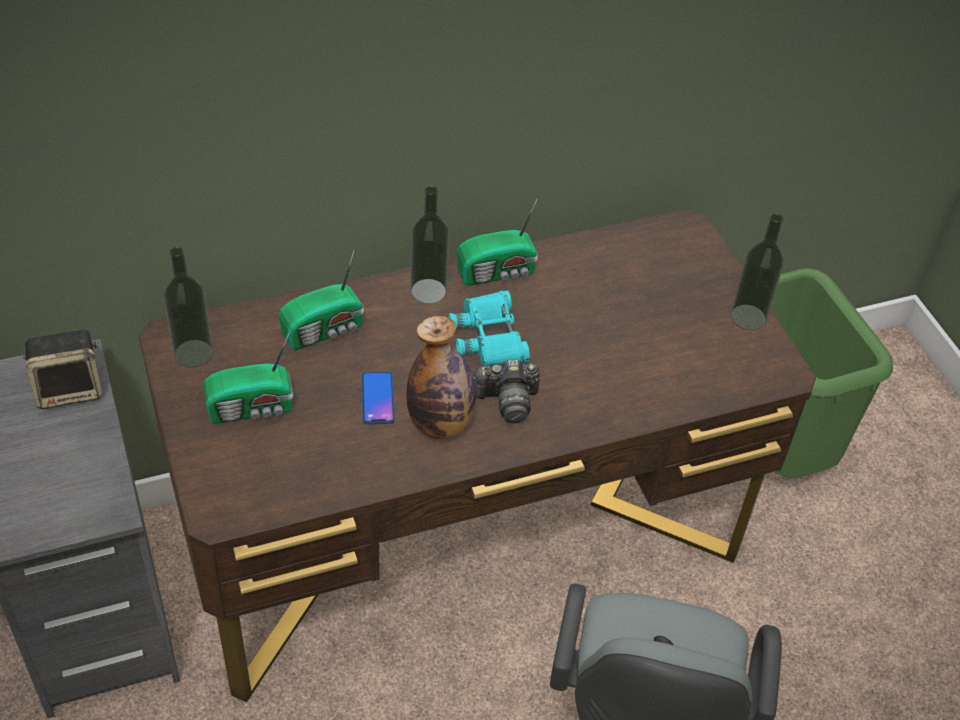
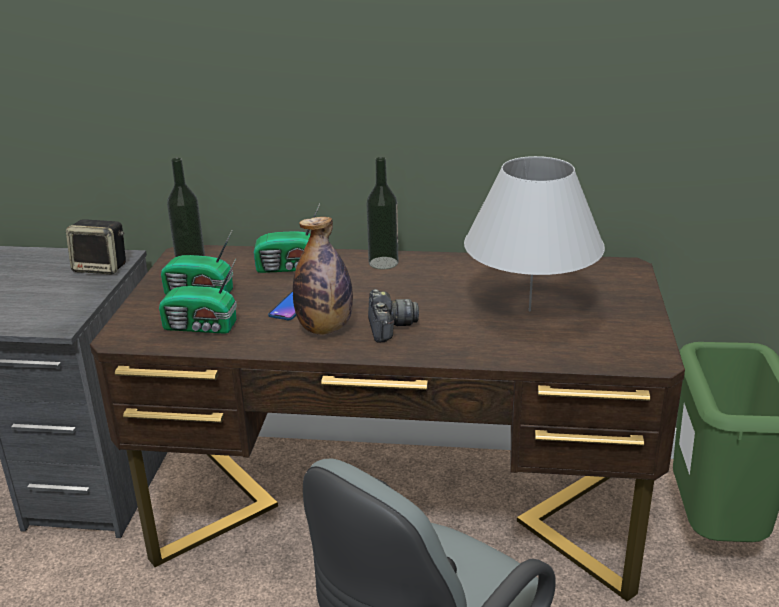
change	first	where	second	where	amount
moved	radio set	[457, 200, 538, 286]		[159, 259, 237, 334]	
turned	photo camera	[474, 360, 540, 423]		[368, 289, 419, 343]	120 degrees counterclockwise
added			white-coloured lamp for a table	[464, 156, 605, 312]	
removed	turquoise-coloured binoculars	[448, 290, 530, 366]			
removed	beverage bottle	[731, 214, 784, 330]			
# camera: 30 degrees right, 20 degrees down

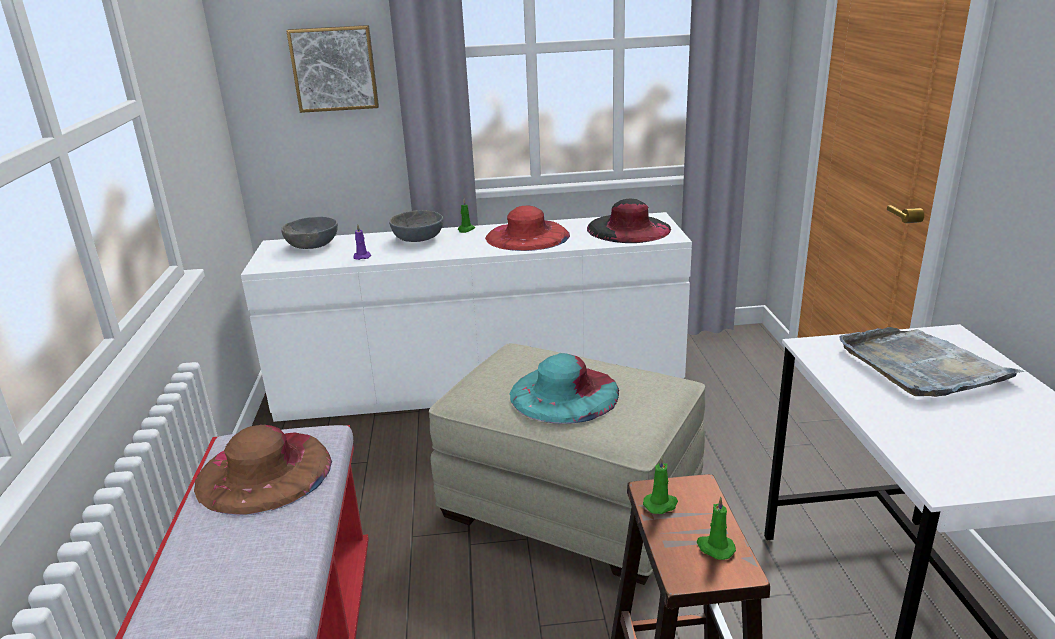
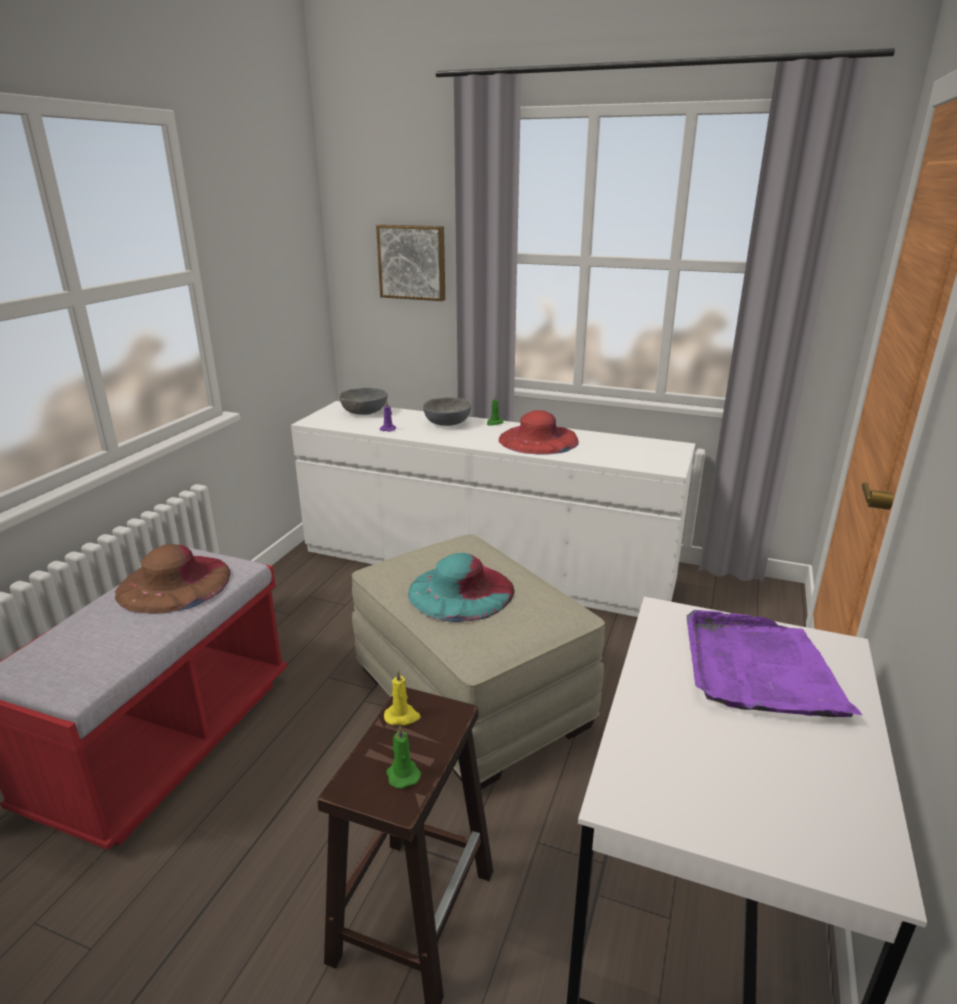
change	first	where	second	where	amount
recoloured	green candle	[643, 456, 678, 514]	yellow candle	[384, 669, 421, 725]	
recoloured	gray serving tray	[840, 327, 1026, 397]	purplish serving tray	[687, 610, 862, 717]	
removed	black-coloured hat	[587, 199, 671, 243]			
# camera: 25 degrees right, 0 degrees up

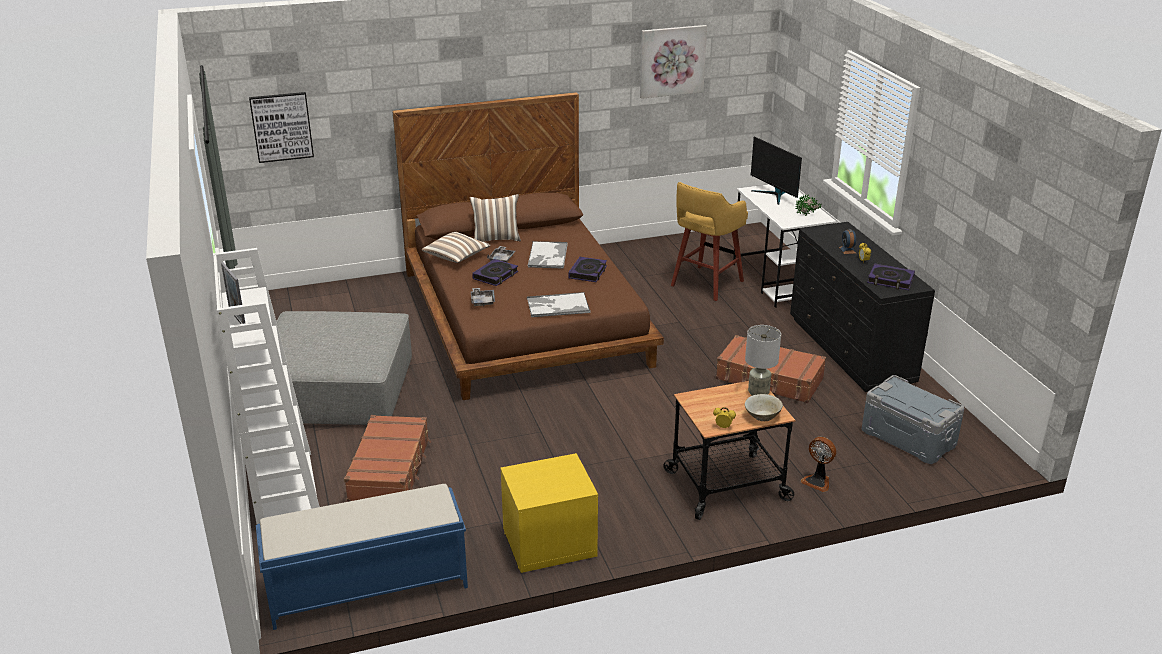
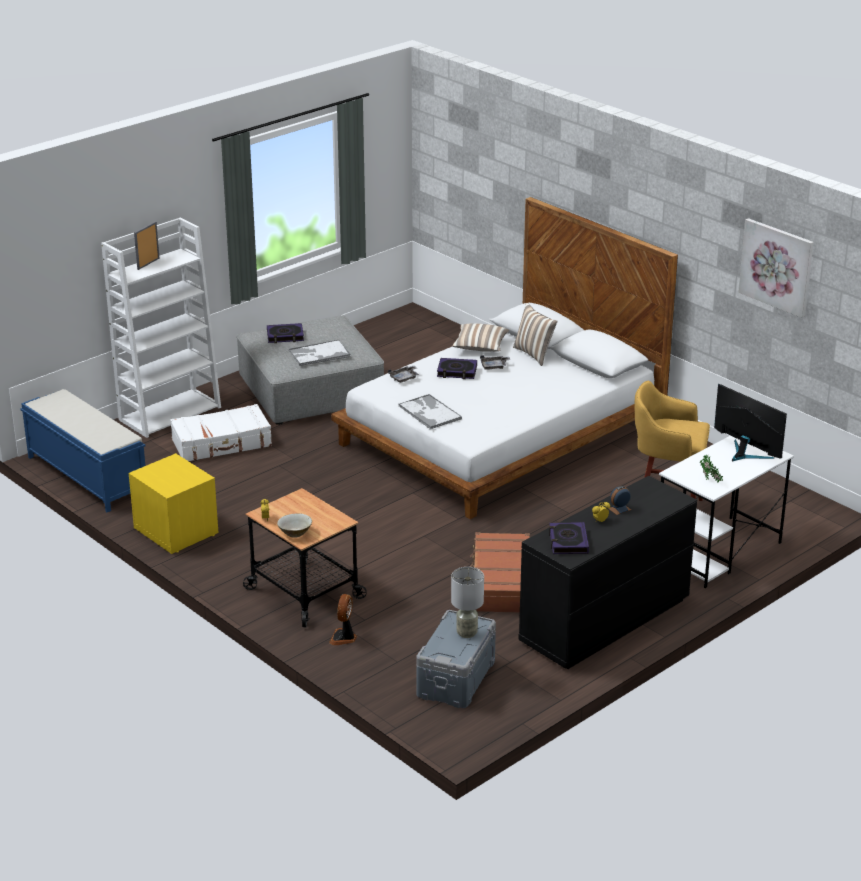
change	first	where	second	where	amount
recoloured	brownish suitcase	[344, 415, 431, 502]	white-coloured suitcase	[170, 404, 272, 461]	
moved	book	[568, 257, 607, 282]		[267, 323, 304, 343]	
moved	serving tray	[528, 241, 568, 269]		[289, 340, 351, 366]	
recoloured	brownish bed	[392, 92, 664, 400]	white-coloured bed	[331, 197, 678, 519]	
moved	gray lamp for a table	[745, 325, 781, 396]		[451, 567, 484, 638]	
turned	computer display	[750, 137, 802, 205]		[714, 384, 787, 461]	105 degrees clockwise
removed	wall picture	[249, 92, 314, 163]			
# camera: 65 degrees right, 0 degrees up

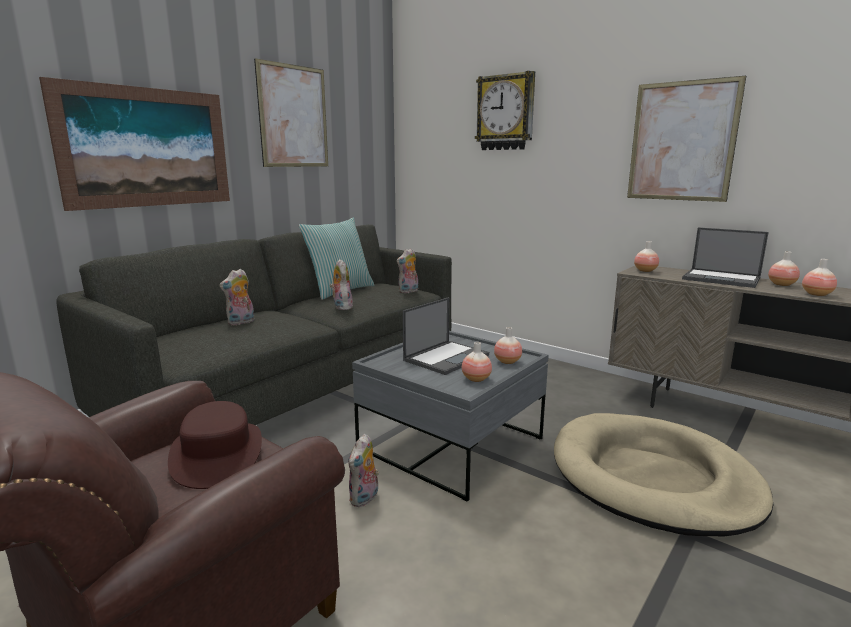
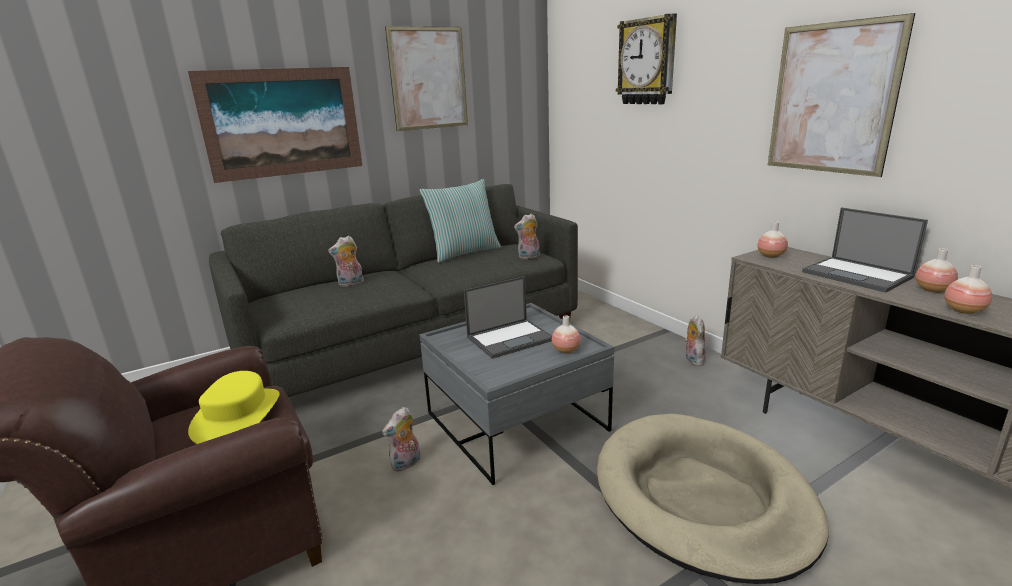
change	first	where	second	where	amount
recoloured	brownish hat	[168, 401, 262, 489]	yellow hat	[188, 371, 279, 444]	
moved	cuddly toy	[330, 259, 353, 310]		[684, 315, 706, 366]	
removed	vase	[462, 342, 492, 382]			
# camera: 20 degrees right, 5 degrees up

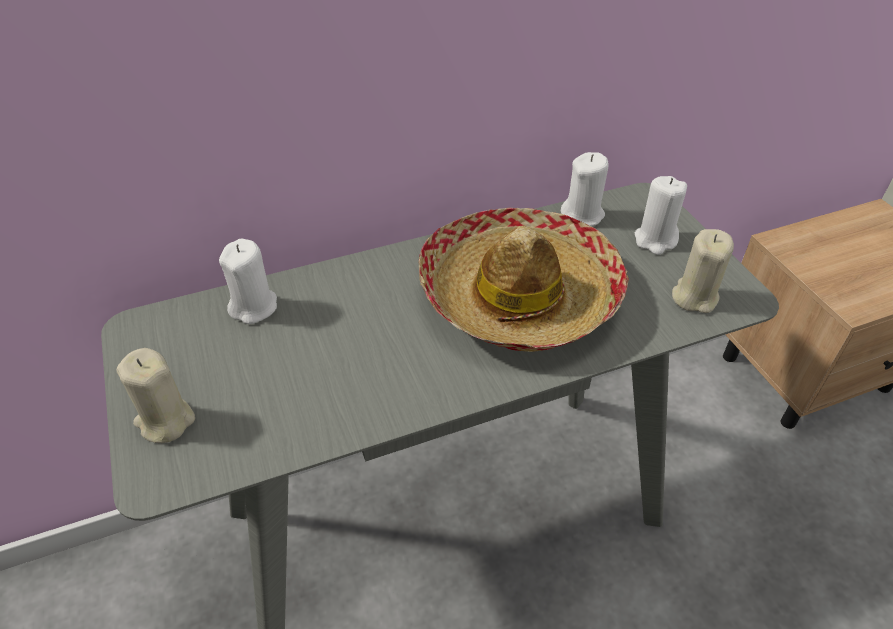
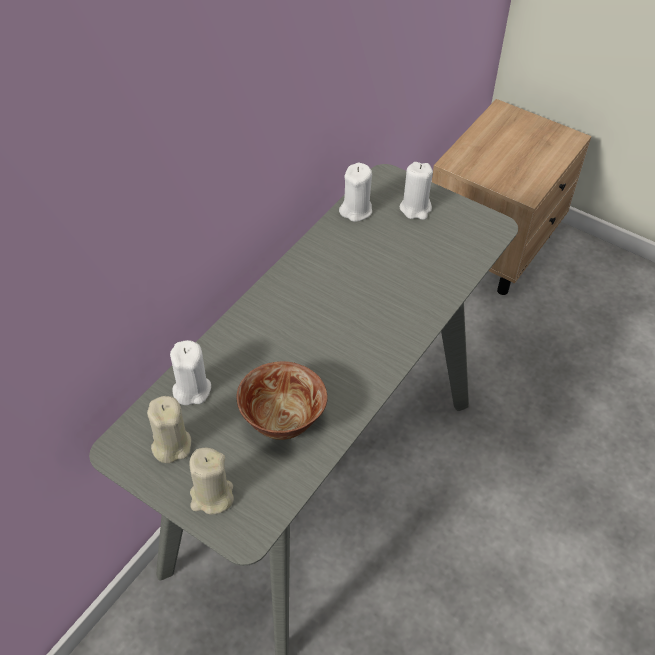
change	first	where	second	where	amount
moved	sand-coloured candle	[672, 229, 734, 313]		[147, 396, 191, 463]	
added			serving bowl	[237, 361, 328, 440]	
removed	hat	[419, 208, 629, 352]			
# camera: 35 degrees left, 5 degrees up

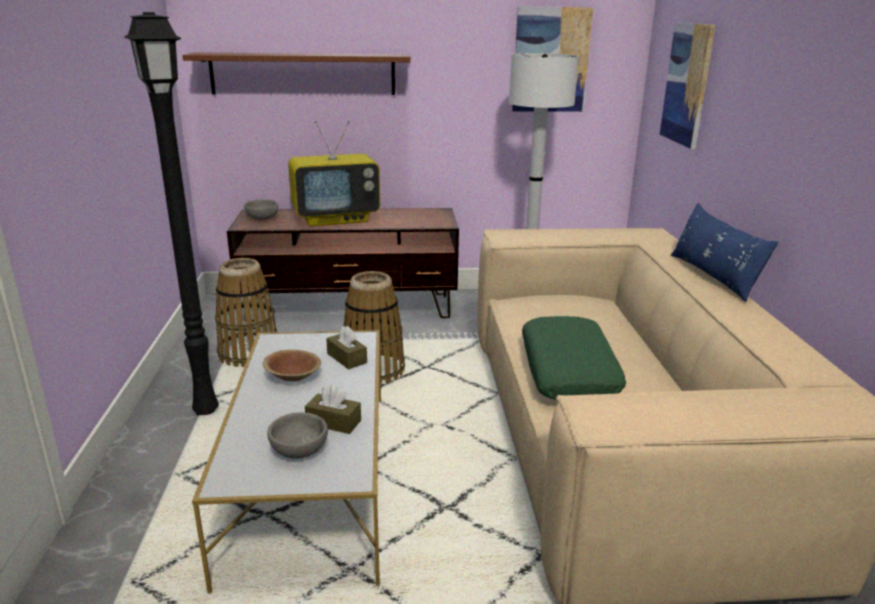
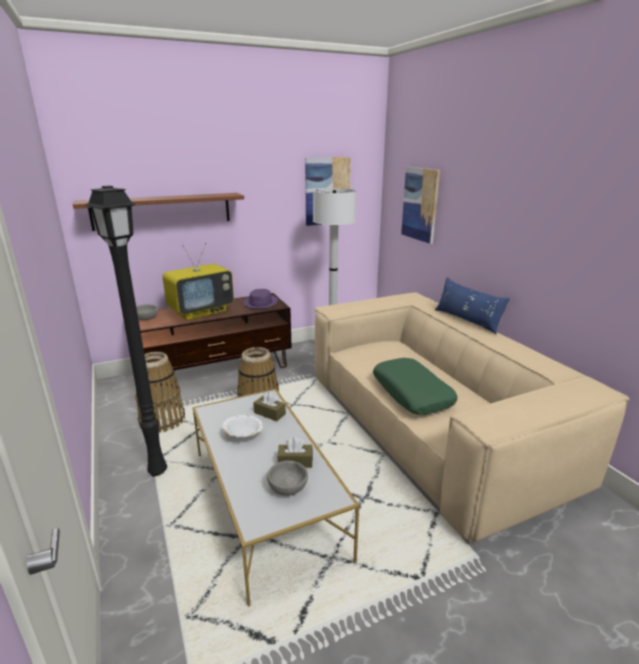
change	first	where	second	where	amount
recoloured	brownish serving bowl	[263, 350, 321, 382]	white-coloured serving bowl	[222, 415, 263, 439]	
added			purplish hat	[243, 289, 278, 309]	
# camera: 20 degrees left, 0 degrees up

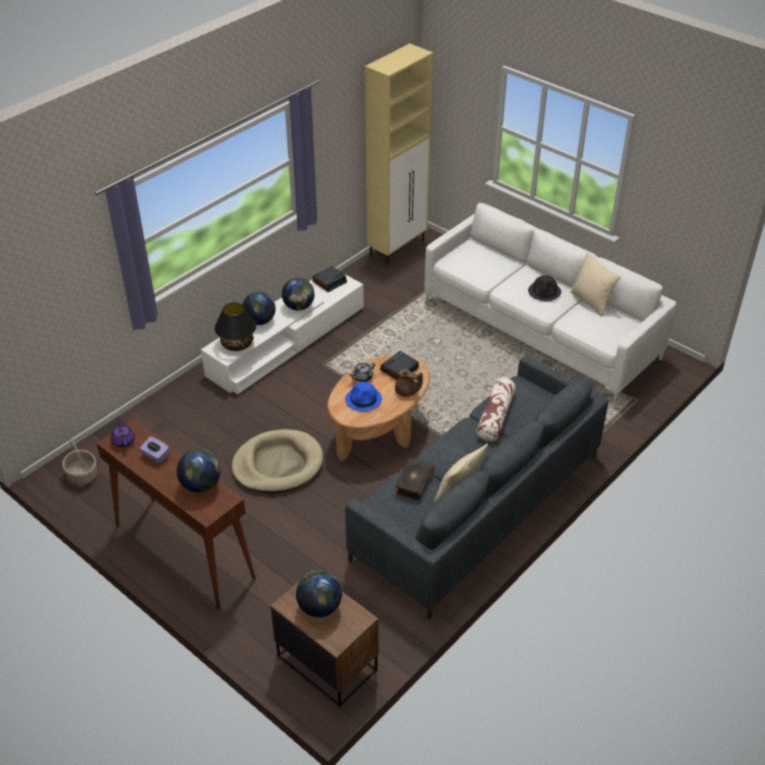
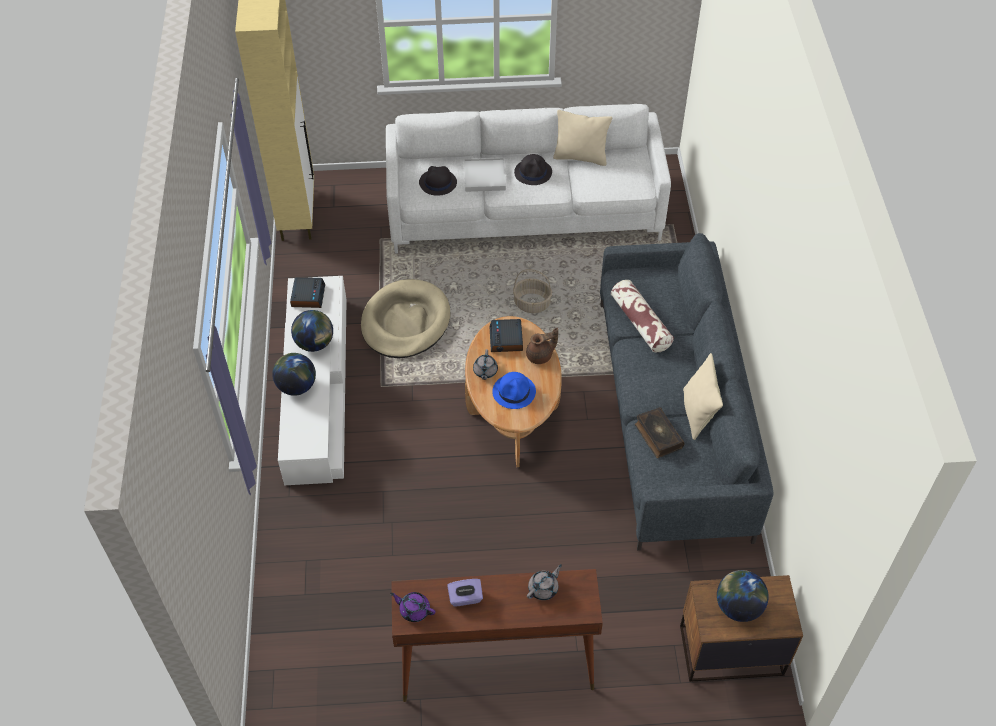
change	first	where	second	where	amount
moved	sand-coloured dog cushion	[232, 429, 323, 493]		[361, 279, 451, 358]	
added			black-coloured hat	[419, 166, 457, 196]	
added			white-coloured serving tray	[464, 158, 506, 192]	
moved	storage basket	[62, 438, 97, 485]		[513, 269, 552, 313]	
replaced	world globe	[177, 449, 221, 493]	gray teapot	[527, 564, 562, 600]	
removed	black-coloured lamp for a table	[214, 303, 256, 351]			
# camera: 45 degrees left, 10 degrees up

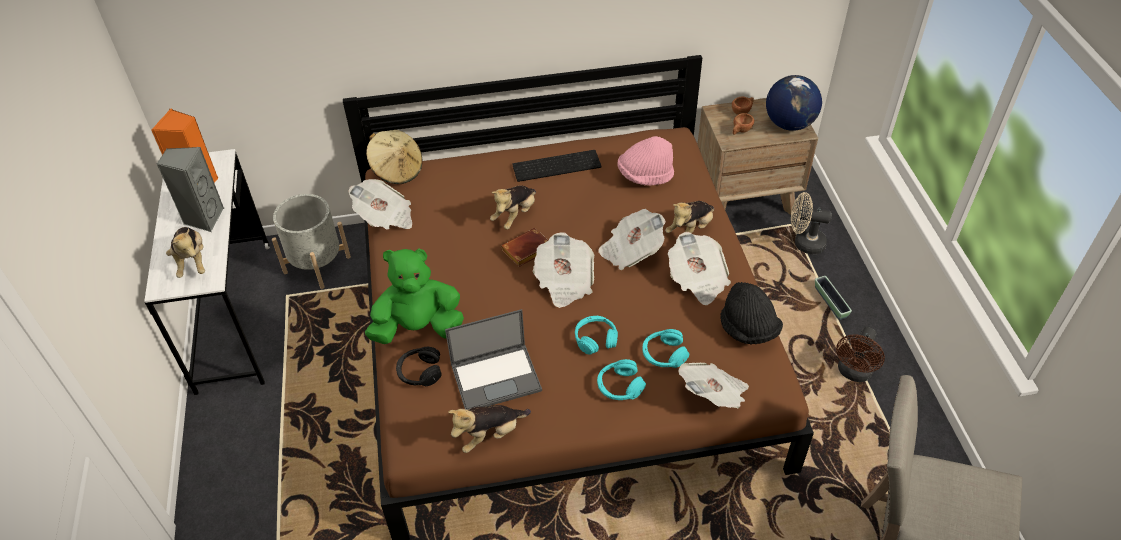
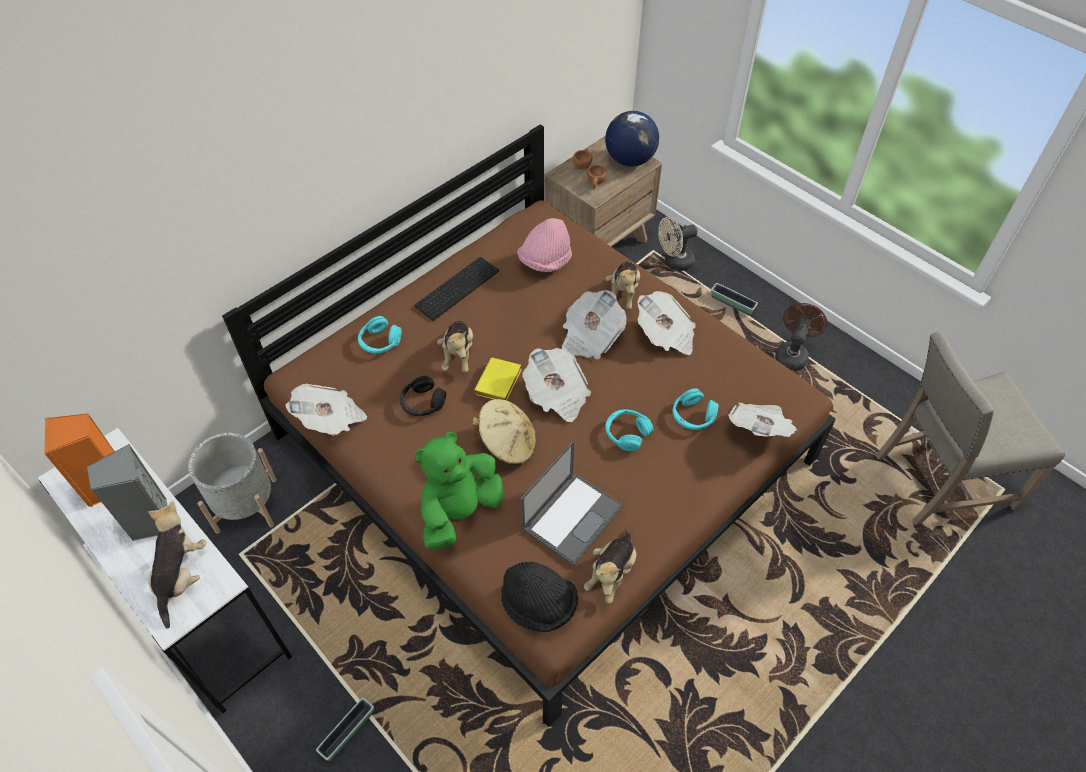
change	first	where	second	where	amount
turned	cuddly toy	[166, 227, 205, 278]		[148, 501, 206, 629]	120 degrees counterclockwise
added			plant pot	[316, 697, 374, 761]	
moved	turquoise-coloured pair of headphones	[597, 359, 646, 400]		[358, 316, 401, 353]	
moved	black-coloured pair of headphones	[396, 347, 442, 386]		[400, 376, 447, 416]	
moved	sand-coloured hat	[366, 130, 422, 184]		[472, 399, 536, 465]	
recoloured	brownish book	[501, 228, 549, 267]	yellow book	[474, 358, 522, 400]	
moved	black-coloured hat	[720, 282, 783, 345]		[501, 562, 578, 632]	
turned	brownish electric fan	[836, 327, 885, 382]		[775, 303, 827, 371]	150 degrees counterclockwise
# camera: 35 degrees left, 5 degrees up

